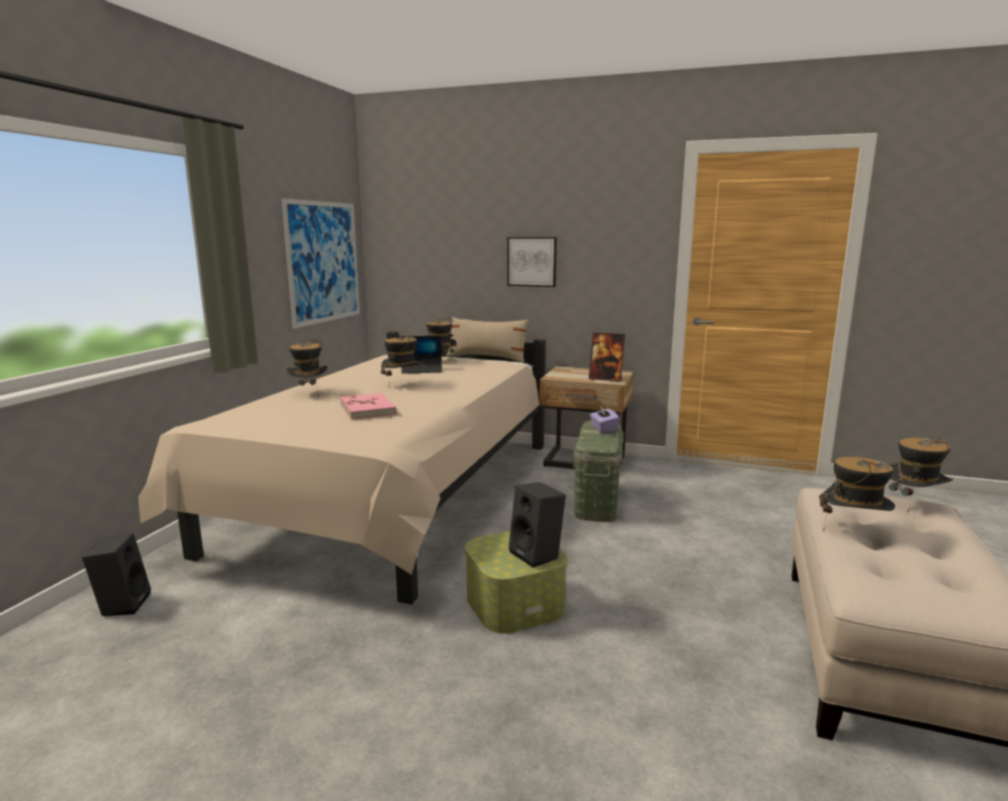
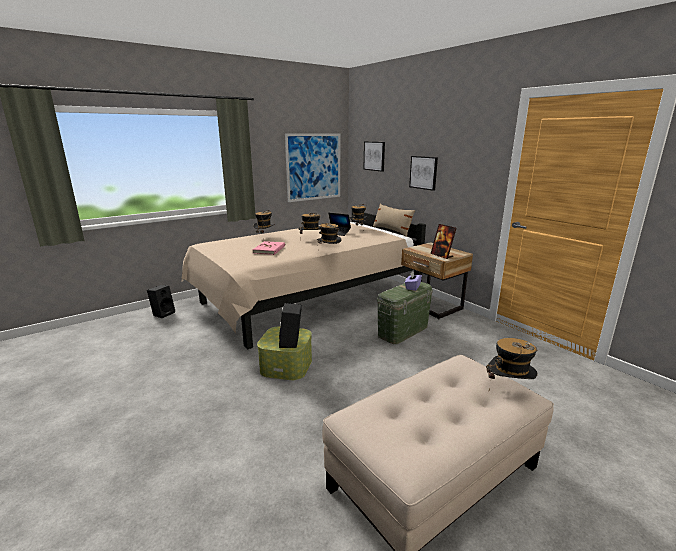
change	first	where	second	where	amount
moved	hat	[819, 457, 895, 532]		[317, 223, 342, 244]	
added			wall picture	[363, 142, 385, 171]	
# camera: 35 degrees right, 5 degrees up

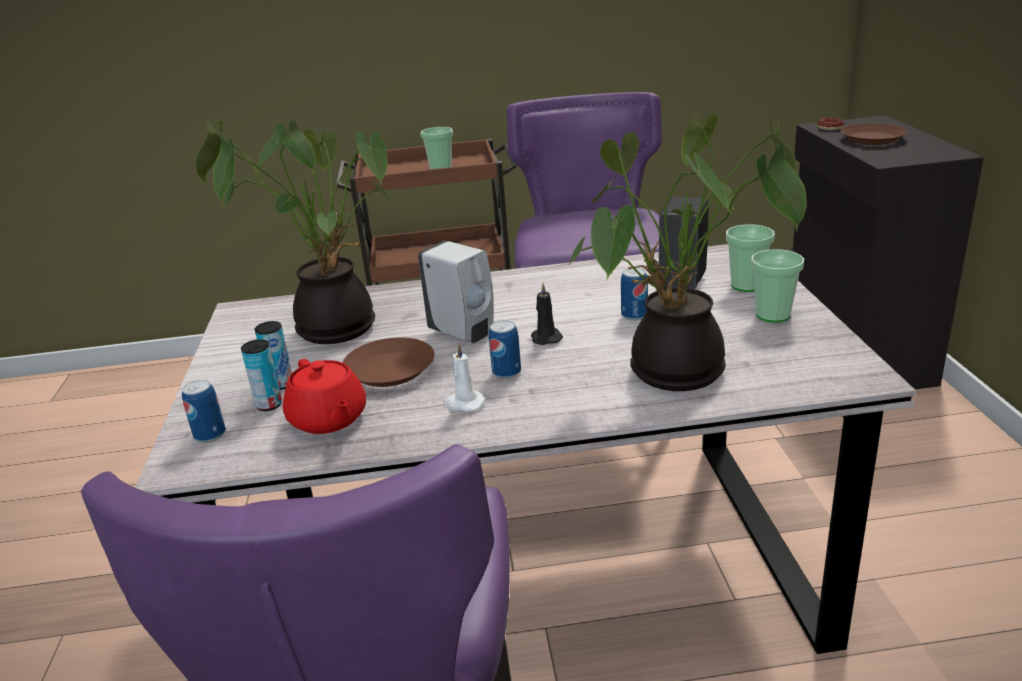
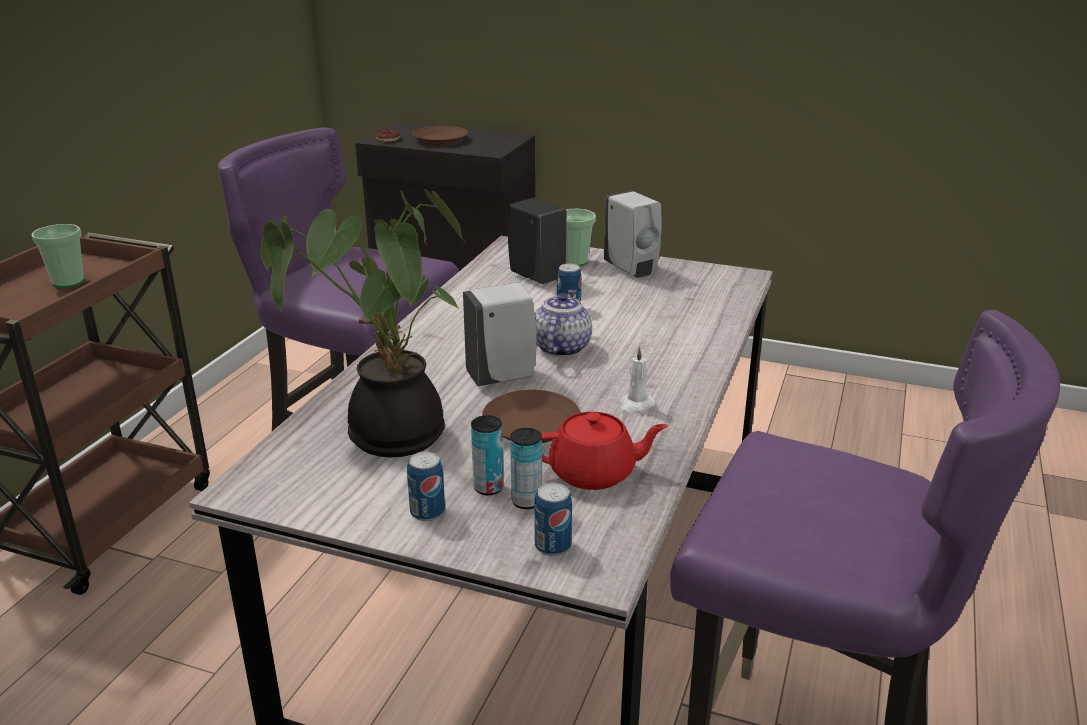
change	first	where	second	where	amount
moved	metal can	[489, 320, 521, 379]		[407, 451, 445, 521]	
replaced	black-coloured candle	[531, 283, 563, 345]	teapot	[535, 289, 592, 357]	
replaced	cup	[751, 249, 804, 323]	white-coloured soap bottle	[604, 191, 662, 278]	
removed	houseplant	[568, 115, 806, 391]			
# camera: 65 degrees left, 0 degrees up

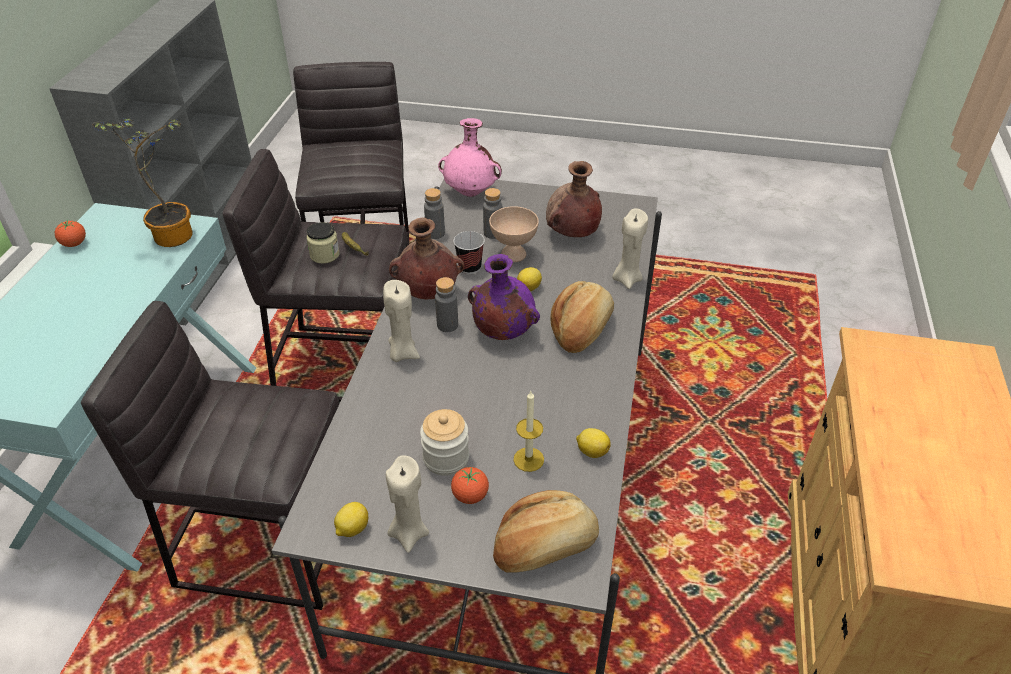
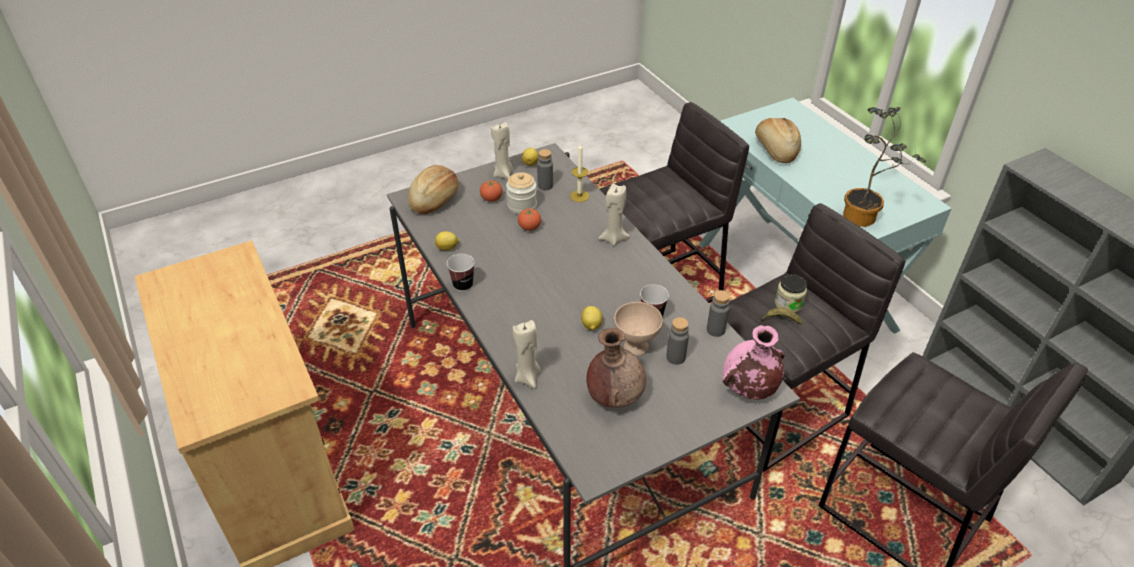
change	first	where	second	where	amount
added			cup	[447, 254, 475, 292]	
moved	fresh tomato	[55, 220, 86, 247]		[518, 208, 541, 231]	
moved	gray beverage bottle	[435, 277, 458, 332]		[537, 149, 553, 190]	
moved	candle	[513, 391, 544, 472]		[570, 143, 589, 202]	
moved	baked bread	[550, 281, 614, 353]		[755, 118, 801, 163]	
removed	brownish vase	[389, 217, 464, 299]			
removed	purplish vase	[468, 254, 540, 340]			
# camera: 140 degrees right, 0 degrees up

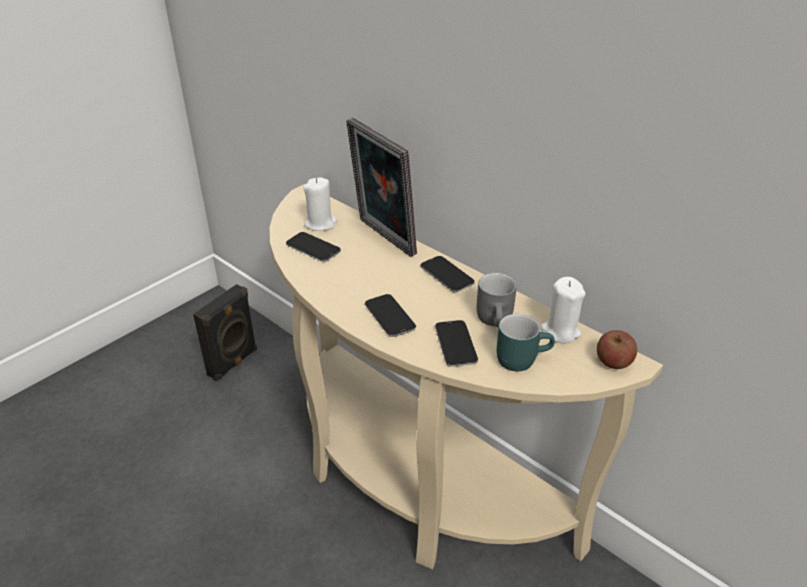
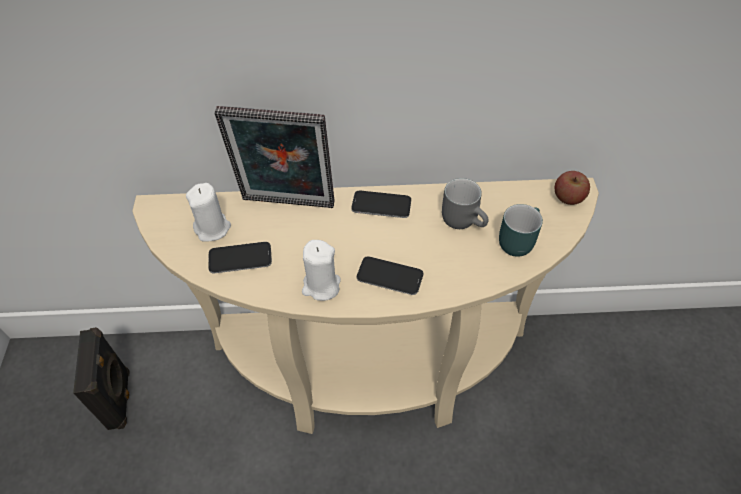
change	first	where	second	where	amount
moved	white-coloured candle	[540, 277, 586, 343]		[302, 240, 341, 301]	
removed	handset	[435, 320, 478, 367]			
# camera: 45 degrees left, 15 degrees up

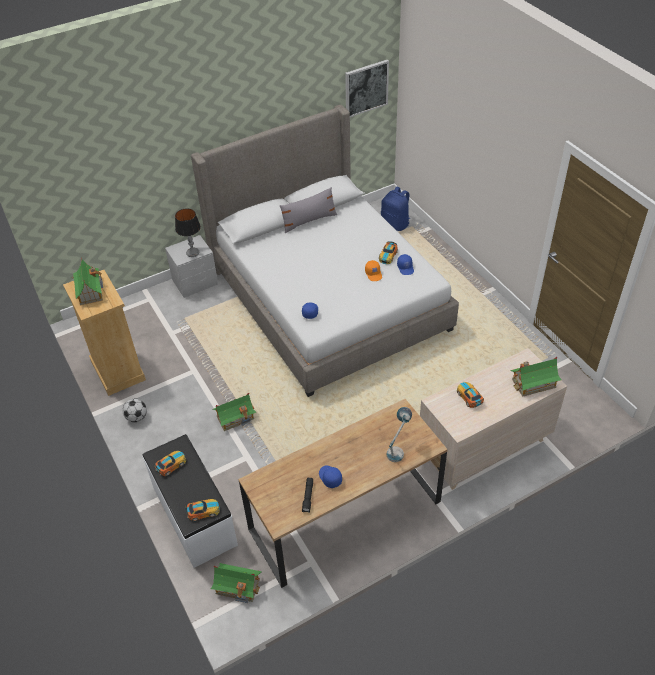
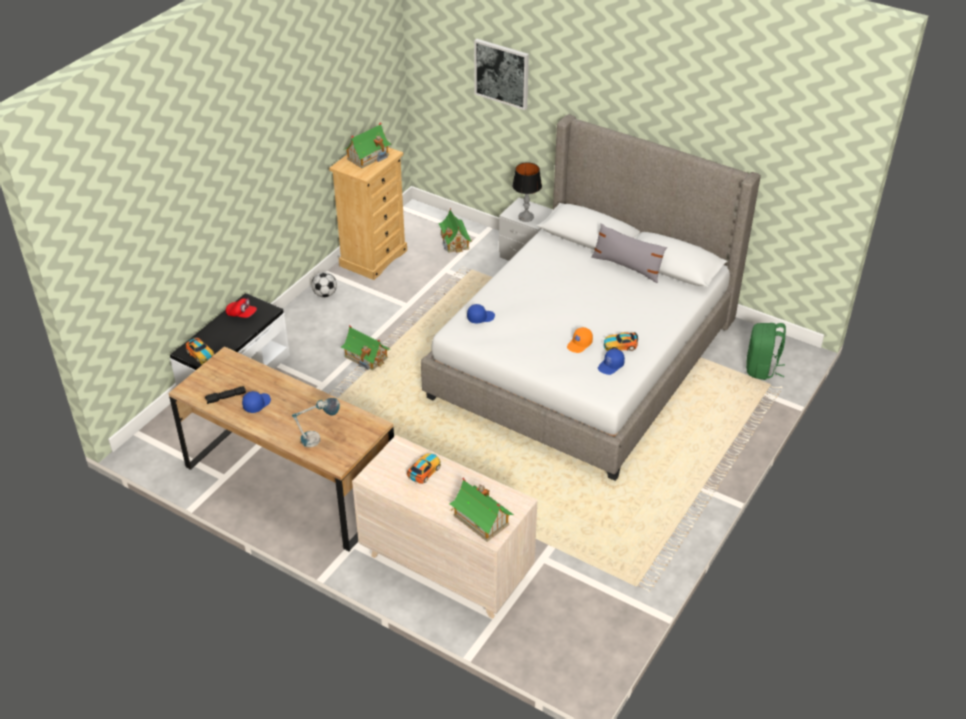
change	first	where	second	where	amount
replaced	model car	[154, 451, 186, 476]	red-coloured baseball cap	[226, 298, 257, 318]	
moved	toy house	[211, 563, 262, 603]		[438, 208, 472, 253]	
moved	wall picture	[345, 60, 389, 117]		[474, 39, 529, 110]	
recoloured	blue backpack	[381, 187, 410, 231]	green backpack	[746, 323, 786, 380]	
# camera: 60 degrees right, 5 degrees down

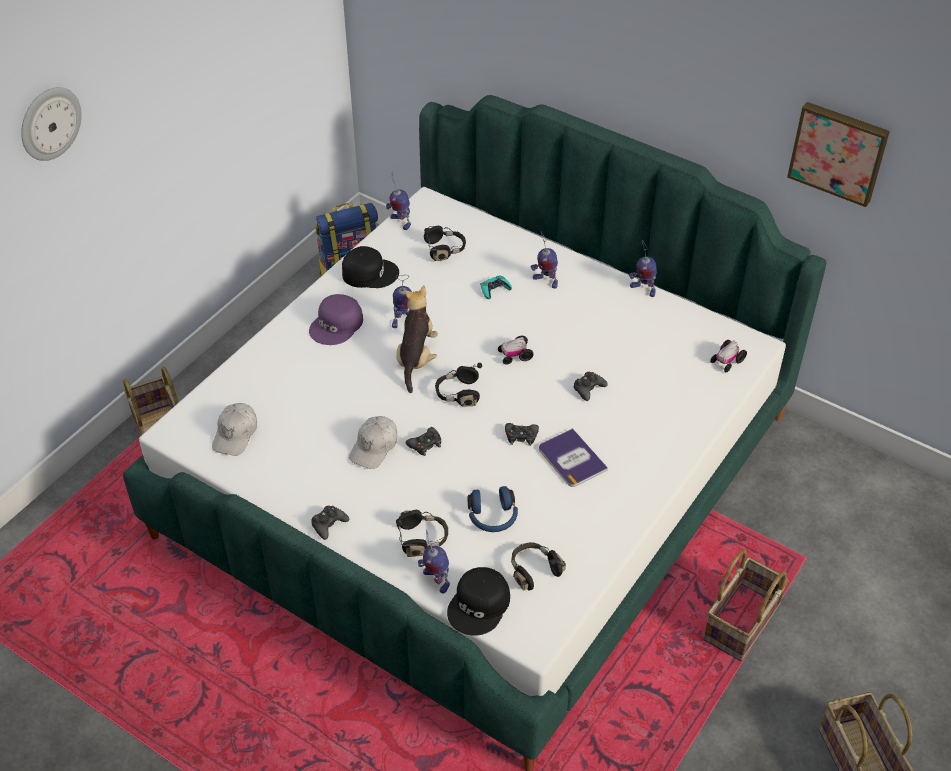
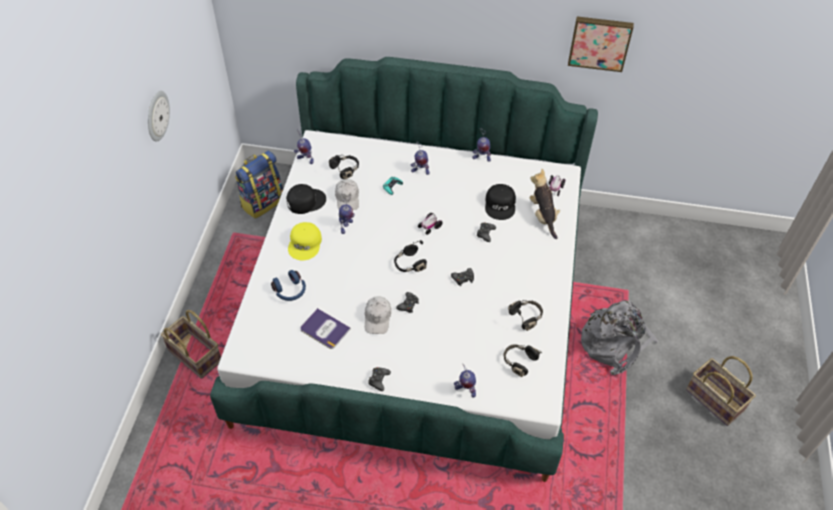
change	first	where	second	where	amount
moved	hanging clock	[21, 87, 82, 161]		[148, 91, 170, 142]	
moved	blue pair of headphones	[468, 486, 518, 532]		[271, 270, 306, 301]	
recoloured	purplish baseball cap	[309, 294, 363, 345]	yellow baseball cap	[288, 222, 322, 260]	
moved	book	[539, 428, 608, 487]		[300, 308, 351, 349]	
moved	white-coloured baseball cap	[212, 403, 257, 456]		[335, 179, 359, 210]	
moved	black-coloured baseball cap	[447, 567, 510, 636]		[485, 184, 516, 220]	
moved	black-coloured pair of headphones	[396, 510, 448, 557]		[508, 300, 543, 331]	
moved	cuddly toy	[396, 285, 438, 393]		[530, 169, 560, 239]	
replaced	storage basket	[703, 550, 789, 661]	gray backpack	[581, 300, 659, 375]	
# camera: 25 degrees left, 5 degrees up

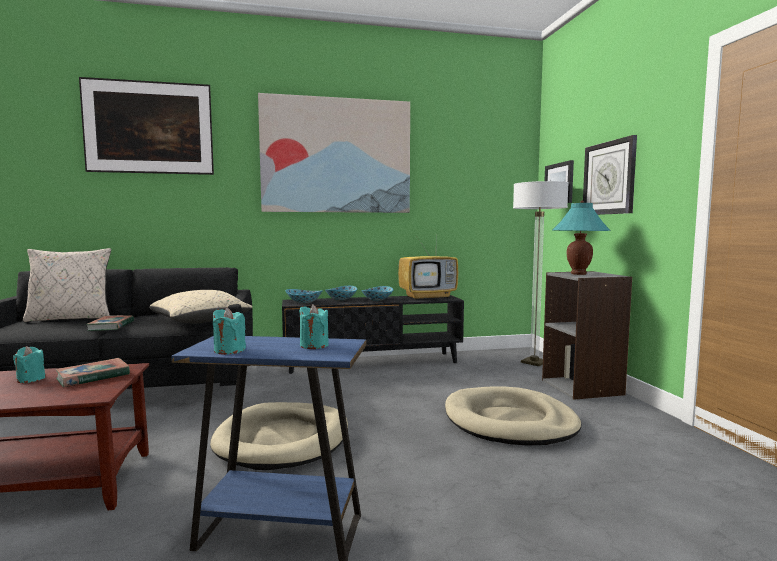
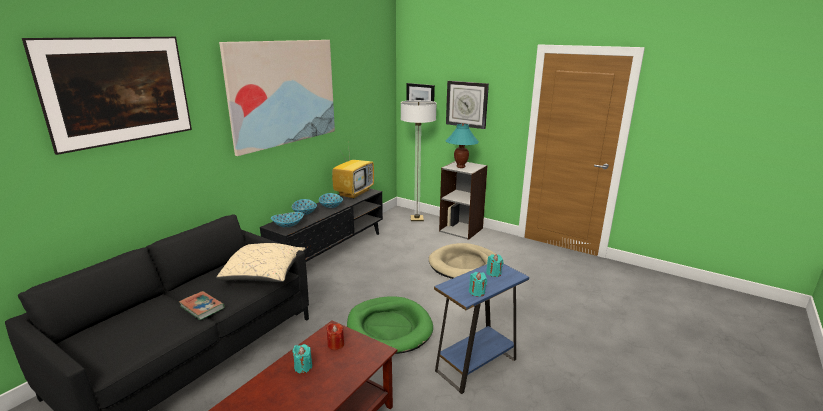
change	first	where	second	where	amount
replaced	book	[56, 358, 130, 387]	red-coloured candle	[326, 323, 344, 350]	
recoloured	sand-coloured dog cushion	[210, 402, 348, 470]	green dog cushion	[347, 296, 433, 354]	
removed	sand-coloured cushion	[23, 248, 111, 322]			
# camera: 45 degrees left, 15 degrees up

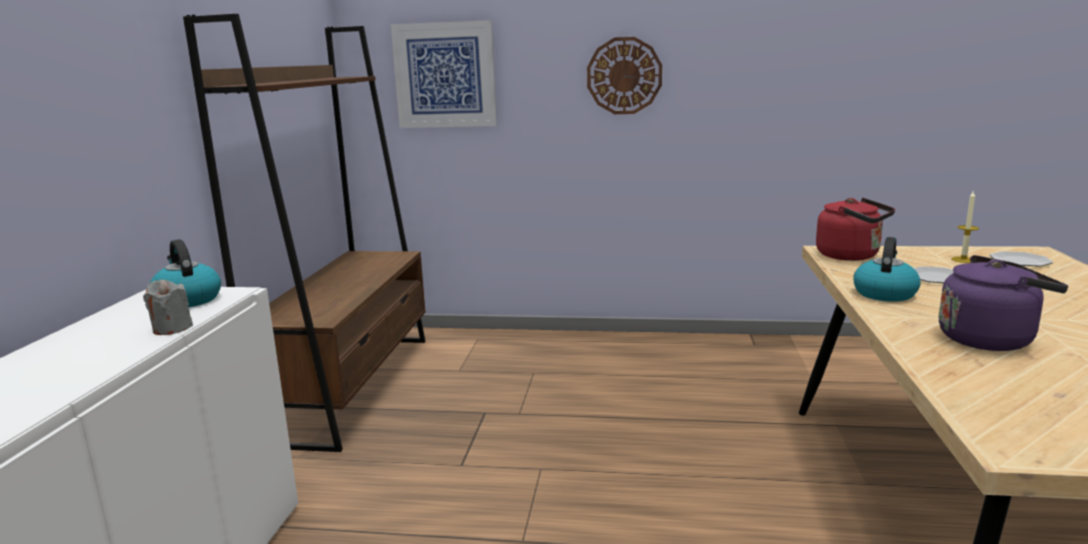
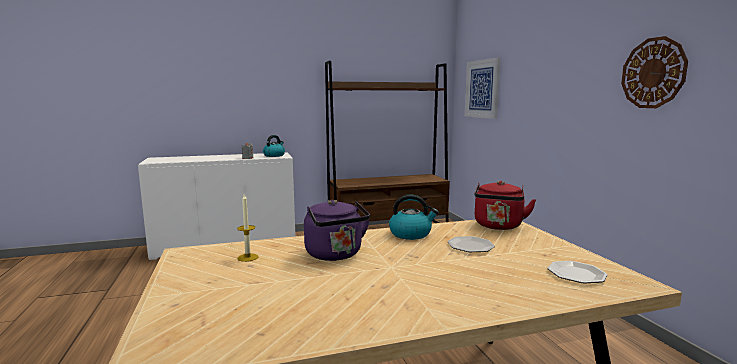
change	first	where	second	where	amount
moved	candle	[952, 191, 979, 263]		[237, 194, 258, 262]	
moved	hanging clock	[587, 37, 662, 114]		[621, 36, 688, 108]	
# camera: 65 degrees right, 5 degrees down

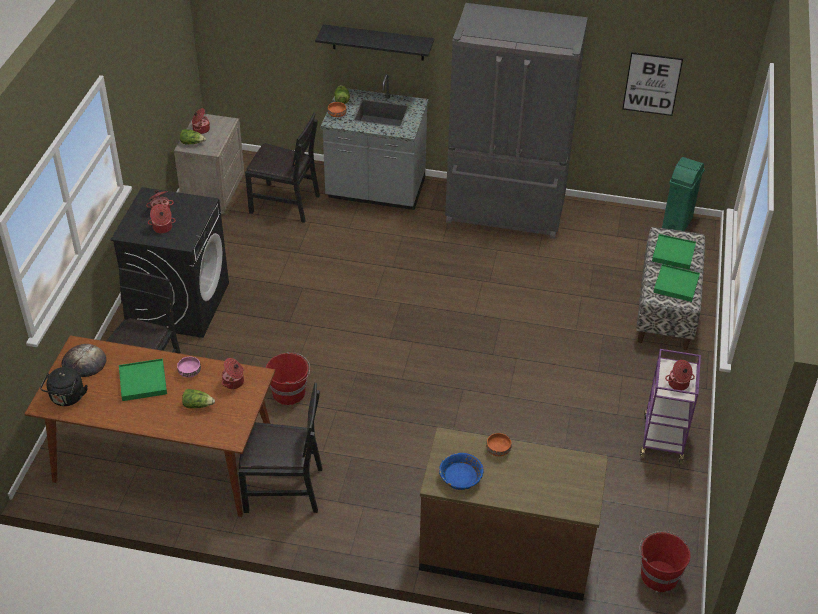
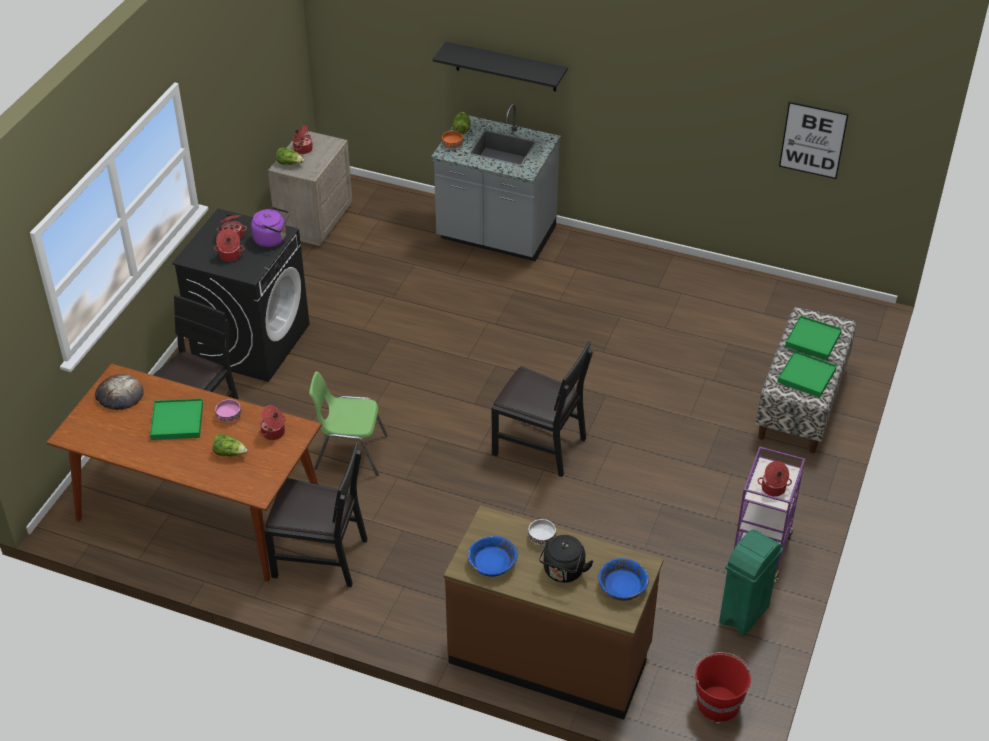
change	first	where	second	where	amount
added			purplish water kettle	[251, 206, 290, 247]	
replaced	red-coloured bucket	[266, 352, 310, 405]	green upright chair	[309, 371, 388, 476]	
moved	black-coloured upright chair	[245, 112, 320, 223]		[492, 341, 593, 477]	
recoloured	orange-coloured serving bowl	[486, 433, 512, 456]	white-coloured serving bowl	[528, 519, 556, 545]	
moved	black-coloured water kettle	[40, 367, 88, 406]		[539, 535, 594, 583]	
added			blue serving bowl	[598, 558, 649, 601]	
moved	green rubbish bin	[662, 157, 705, 232]		[719, 530, 783, 636]	
removed	gray refrigerator	[445, 3, 588, 239]			
# camera: 10 degrees right, 0 degrees up

